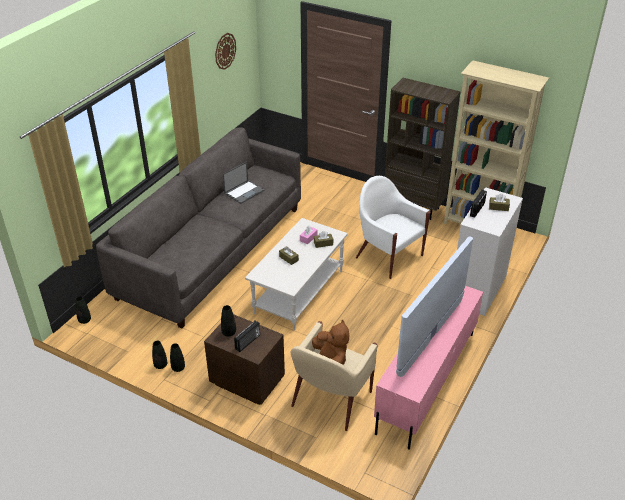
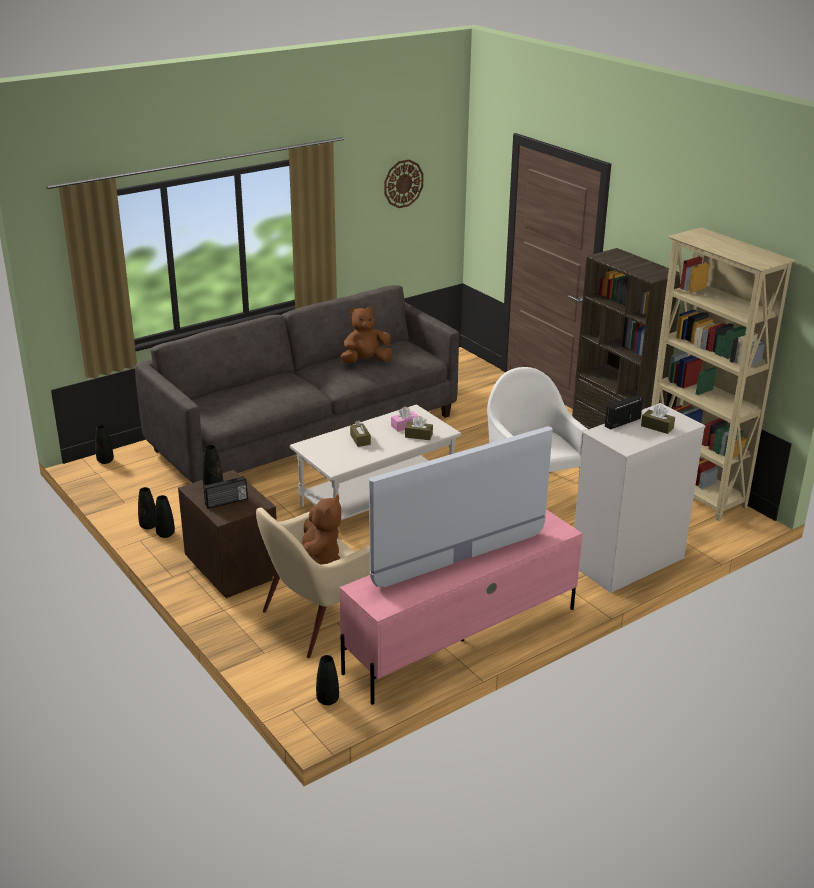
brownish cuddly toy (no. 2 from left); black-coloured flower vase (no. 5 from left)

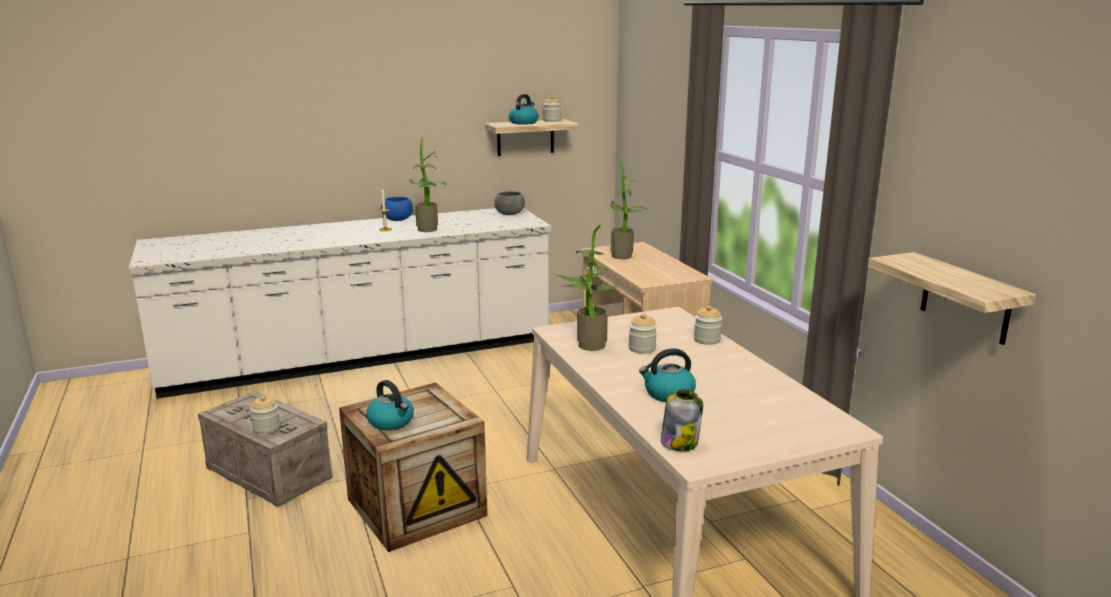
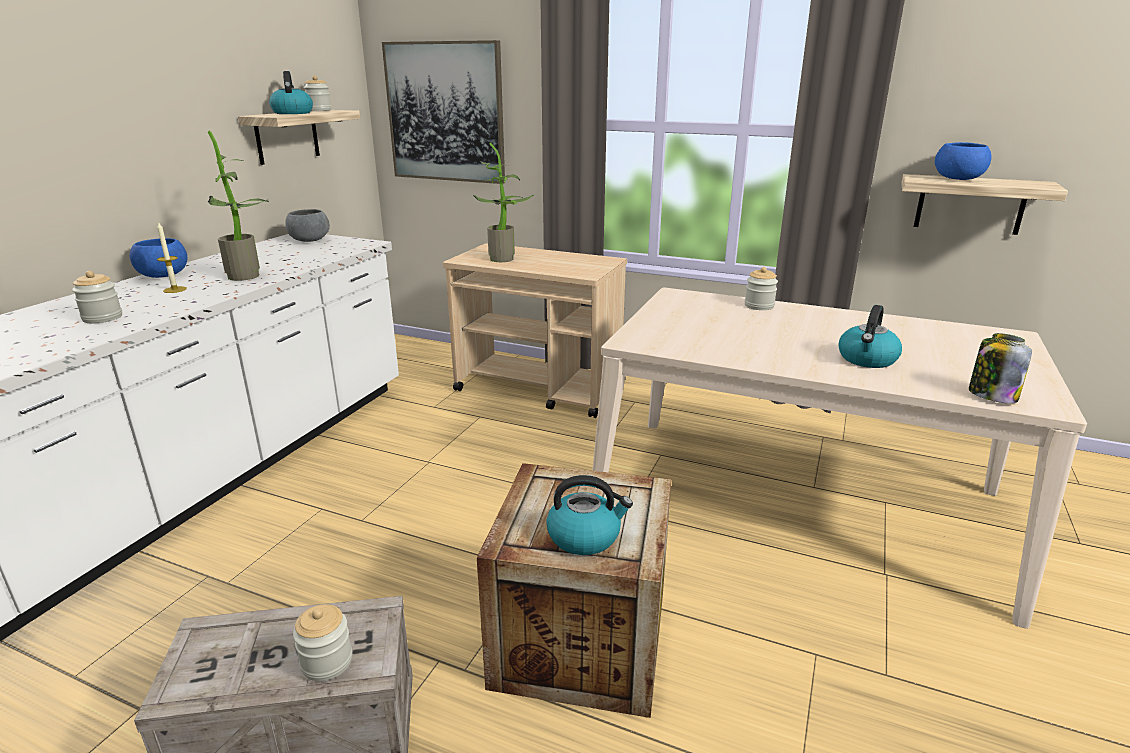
plant in a pot (no. 2 from left in the first image); storage jar (no. 1 from left); wall art; blue-coloured bowl (no. 2 from left)

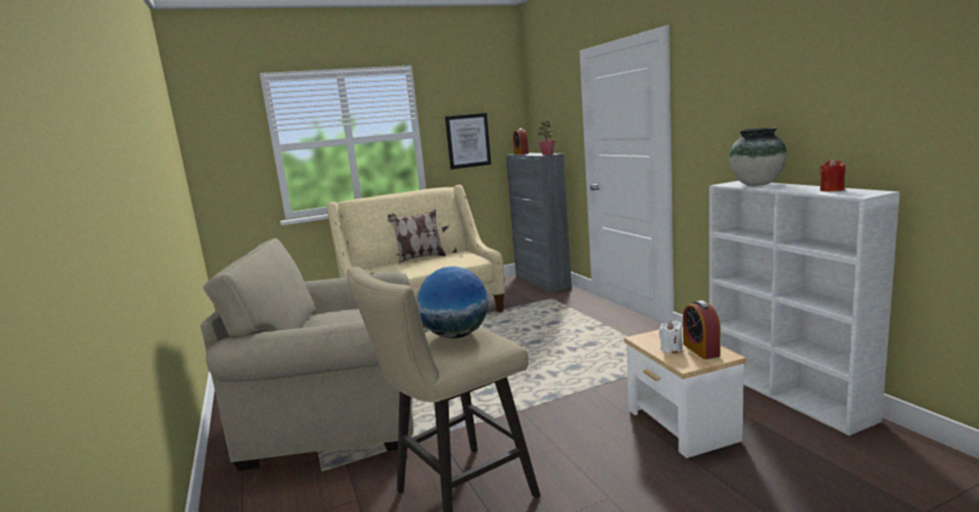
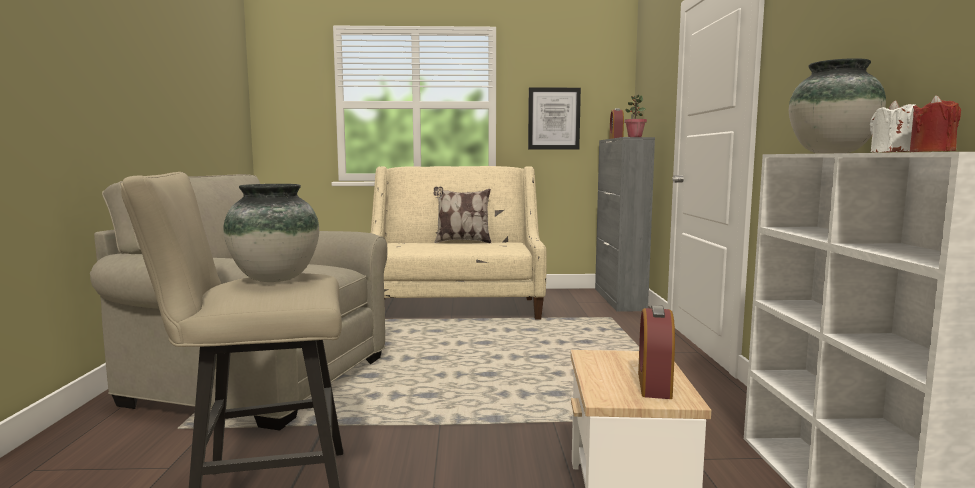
flower vase (no. 1 from left); white-coloured wax candle

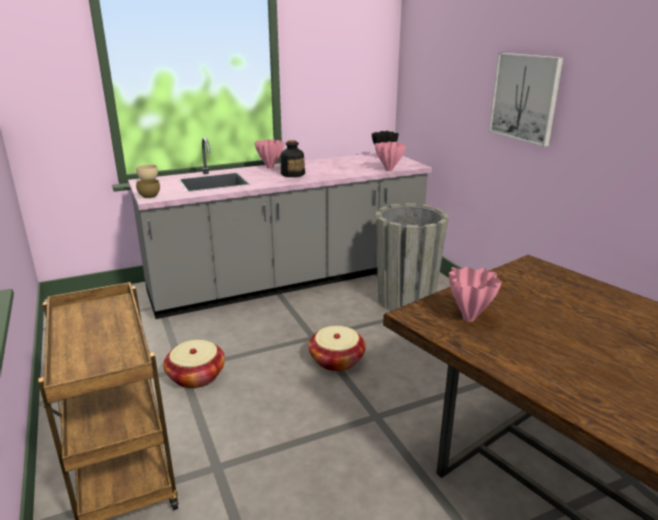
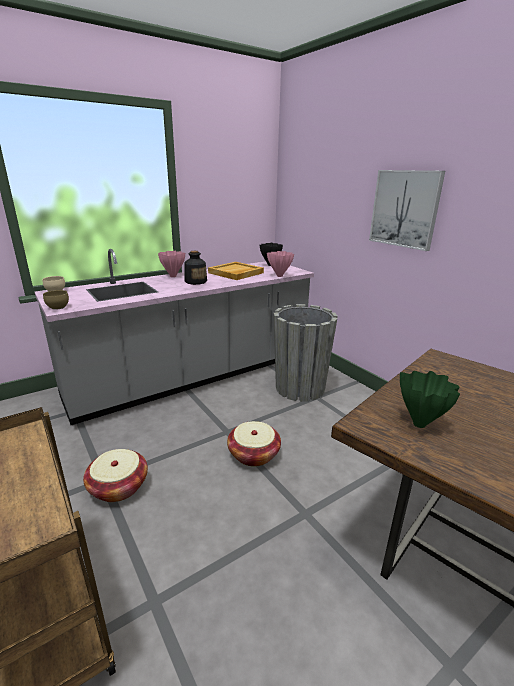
green flower vase; beige-coloured serving tray

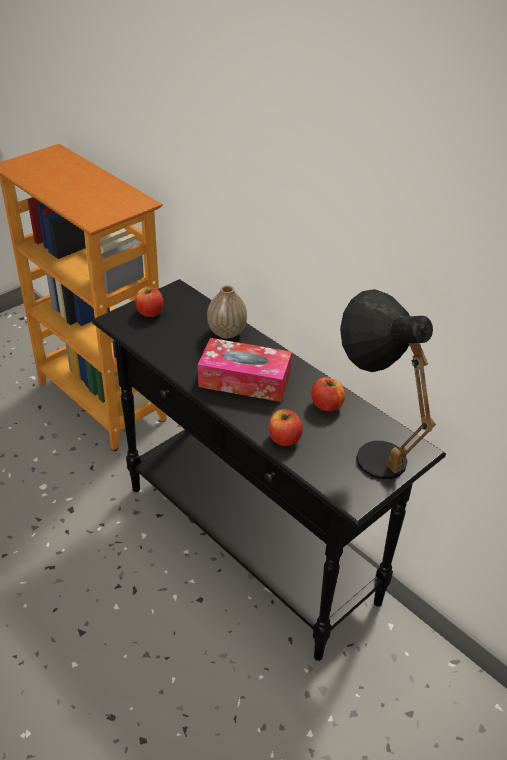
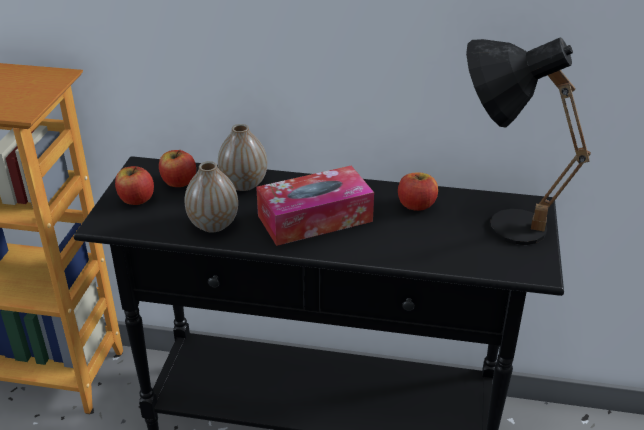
whole apple (no. 2 from left); flower vase (no. 1 from left)

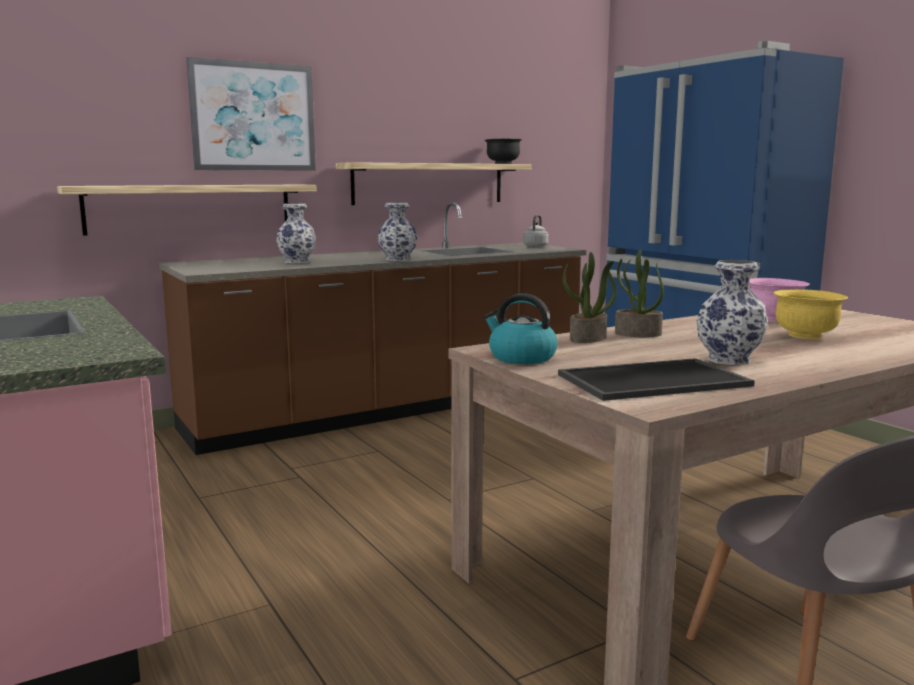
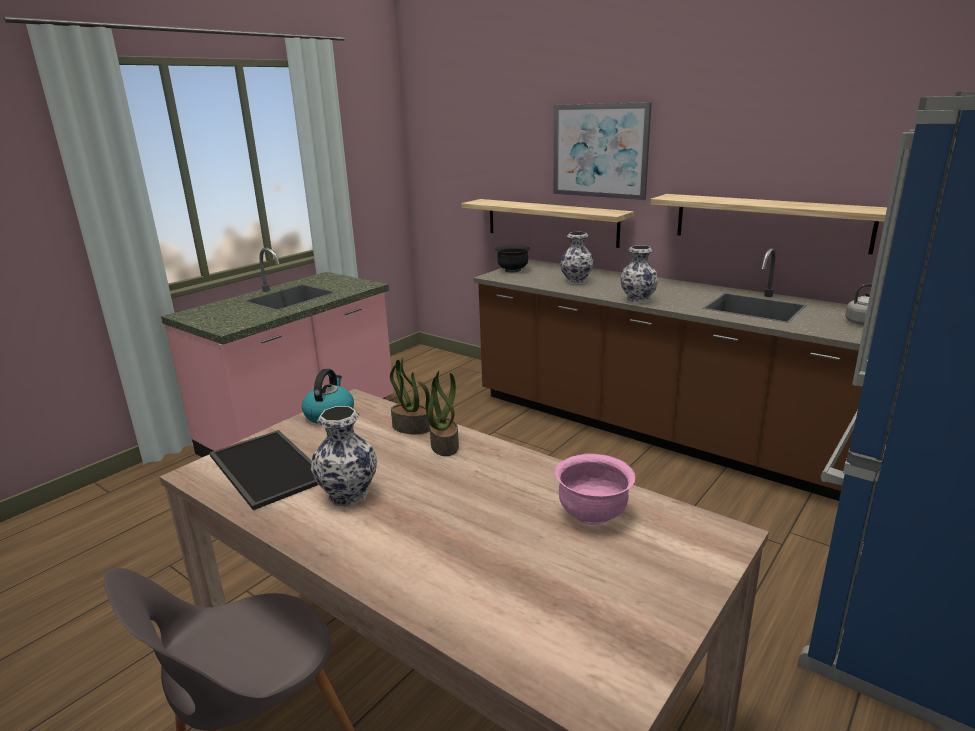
black-coloured bowl; yellowish bowl

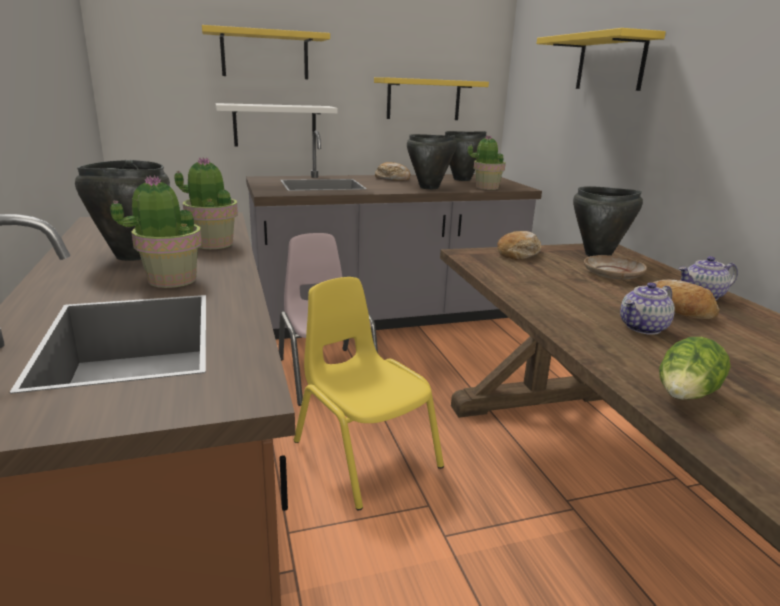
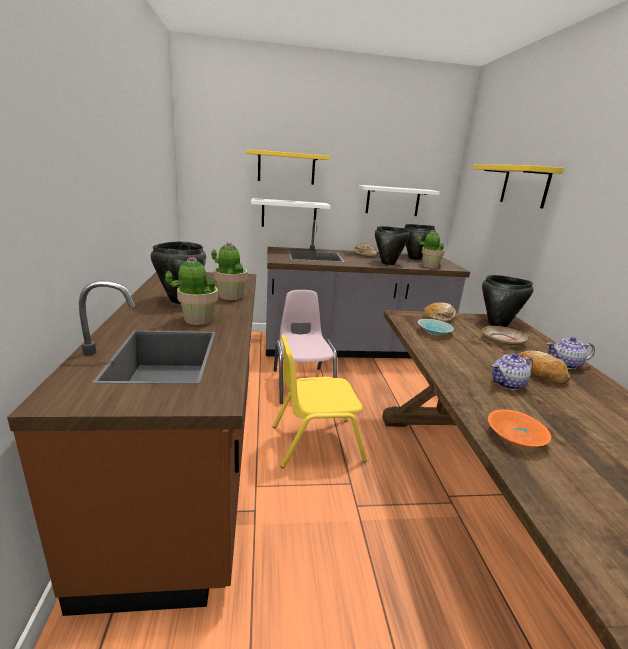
yellowish upright chair; white-coloured wall shelf (no. 2 from left); orange bowl; turquoise-coloured bowl

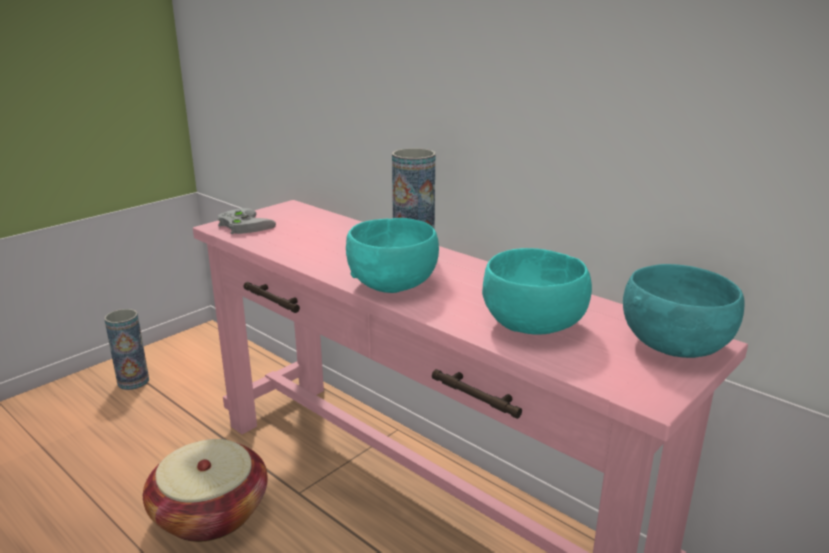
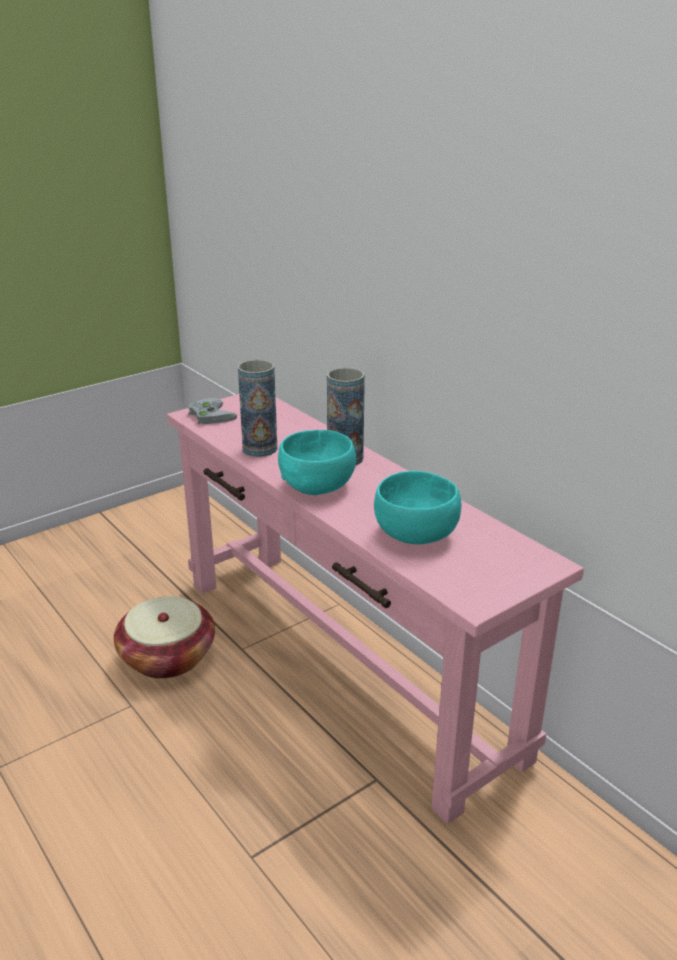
flower vase (no. 1 from left); turquoise-coloured bowl (no. 3 from left in the first image)

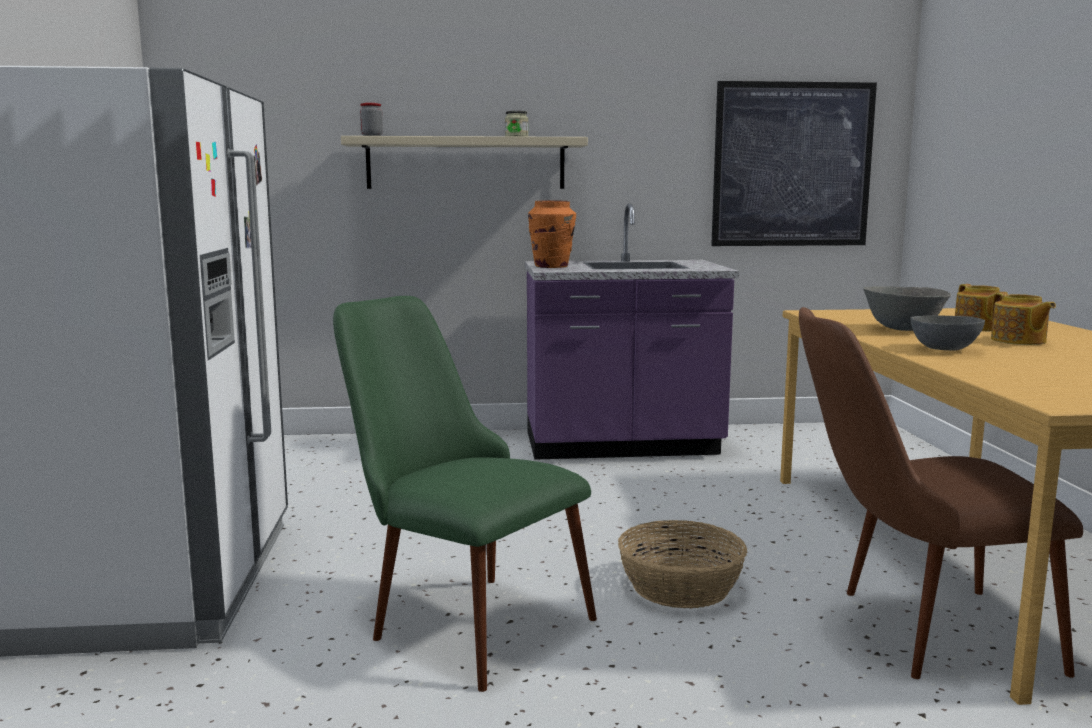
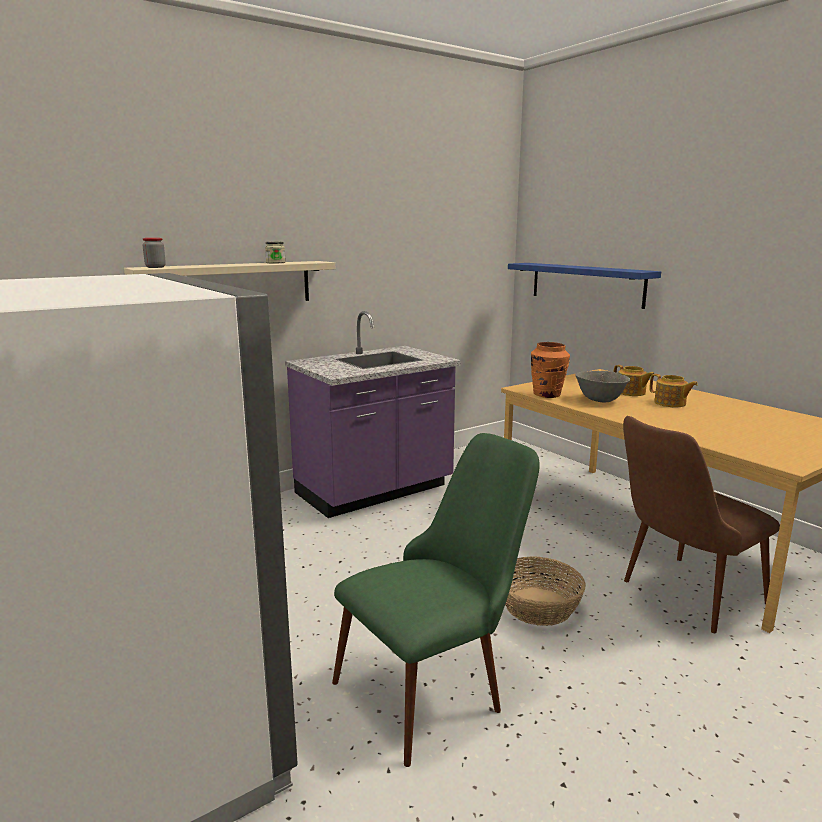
green upright chair; orange flower vase; wall art; gray bowl (no. 2 from left in the first image); blue-coloured wall shelf

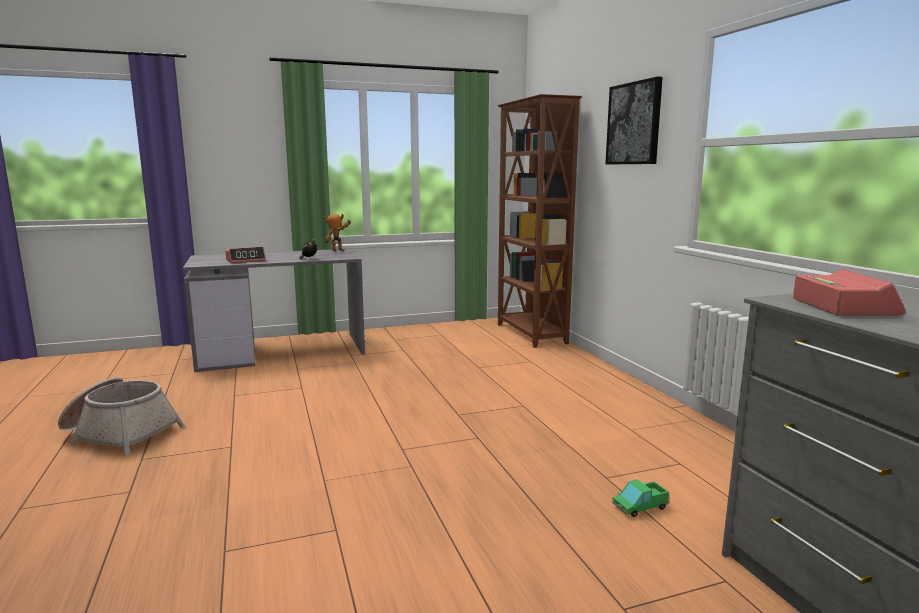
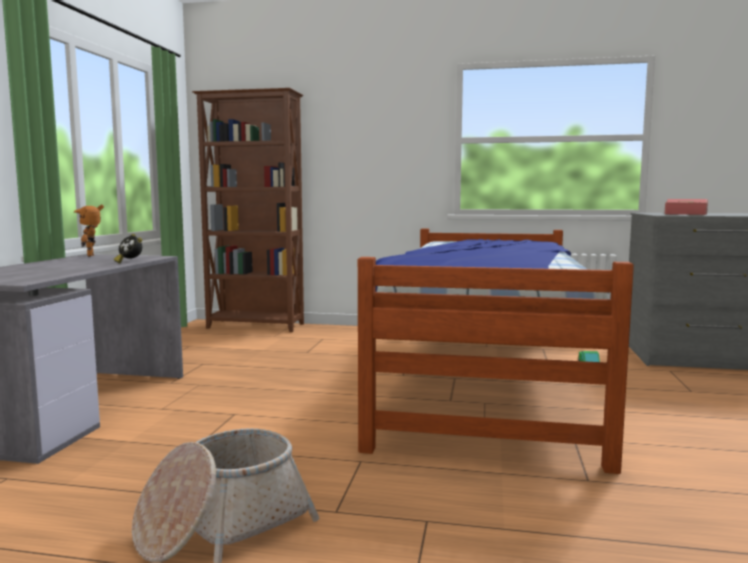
alarm clock (no. 1 from left in the first image); wall art; bedroom bed

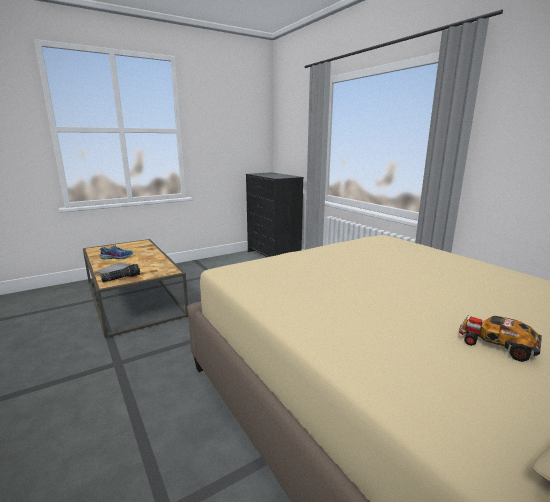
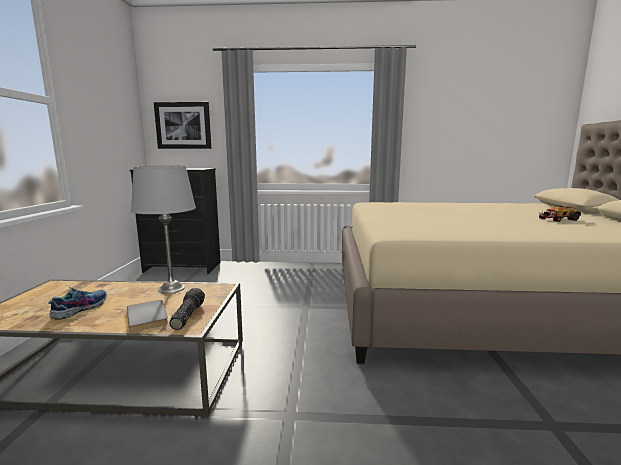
gray lamp for a table; wall art

